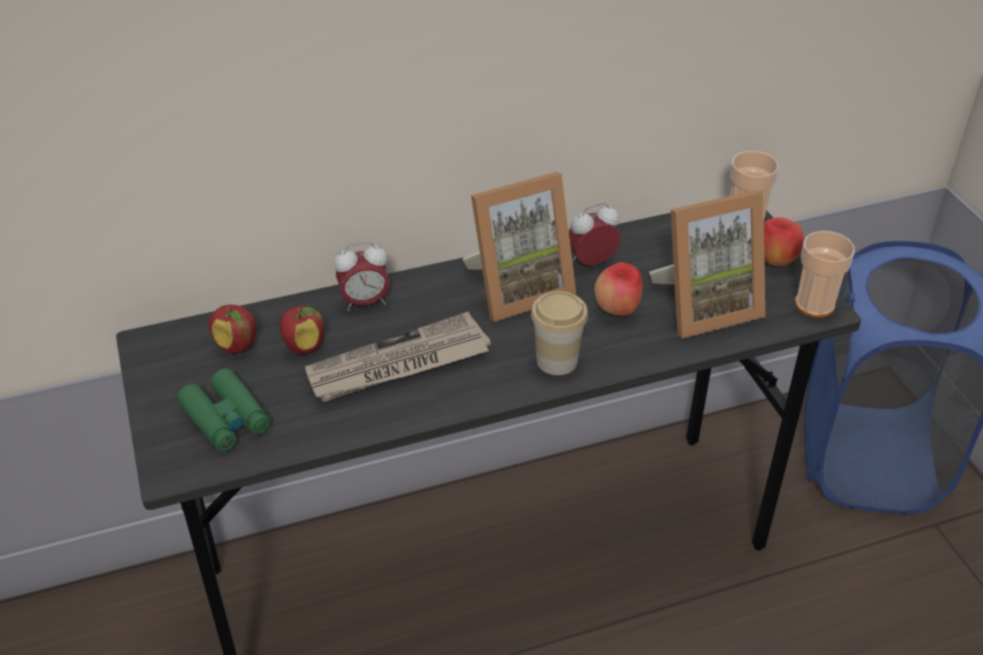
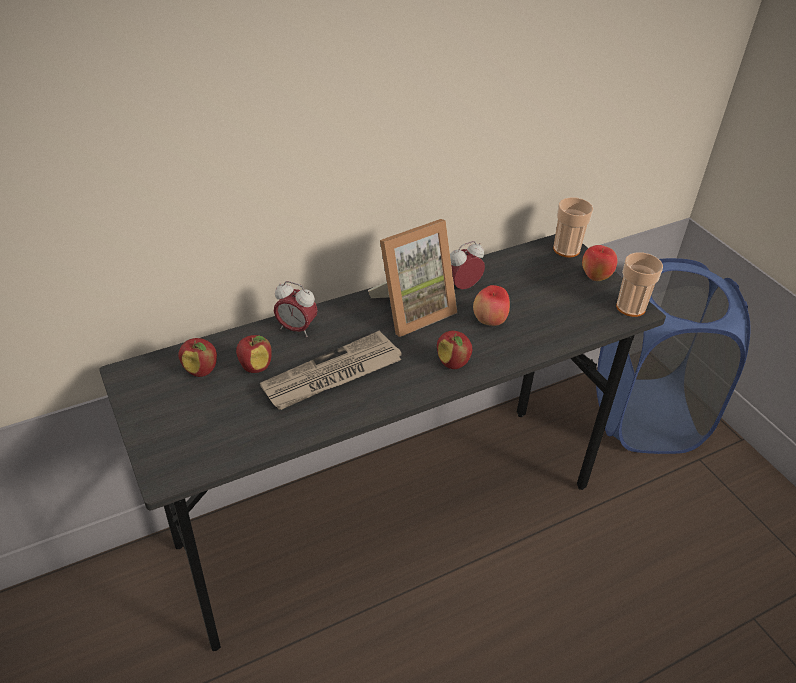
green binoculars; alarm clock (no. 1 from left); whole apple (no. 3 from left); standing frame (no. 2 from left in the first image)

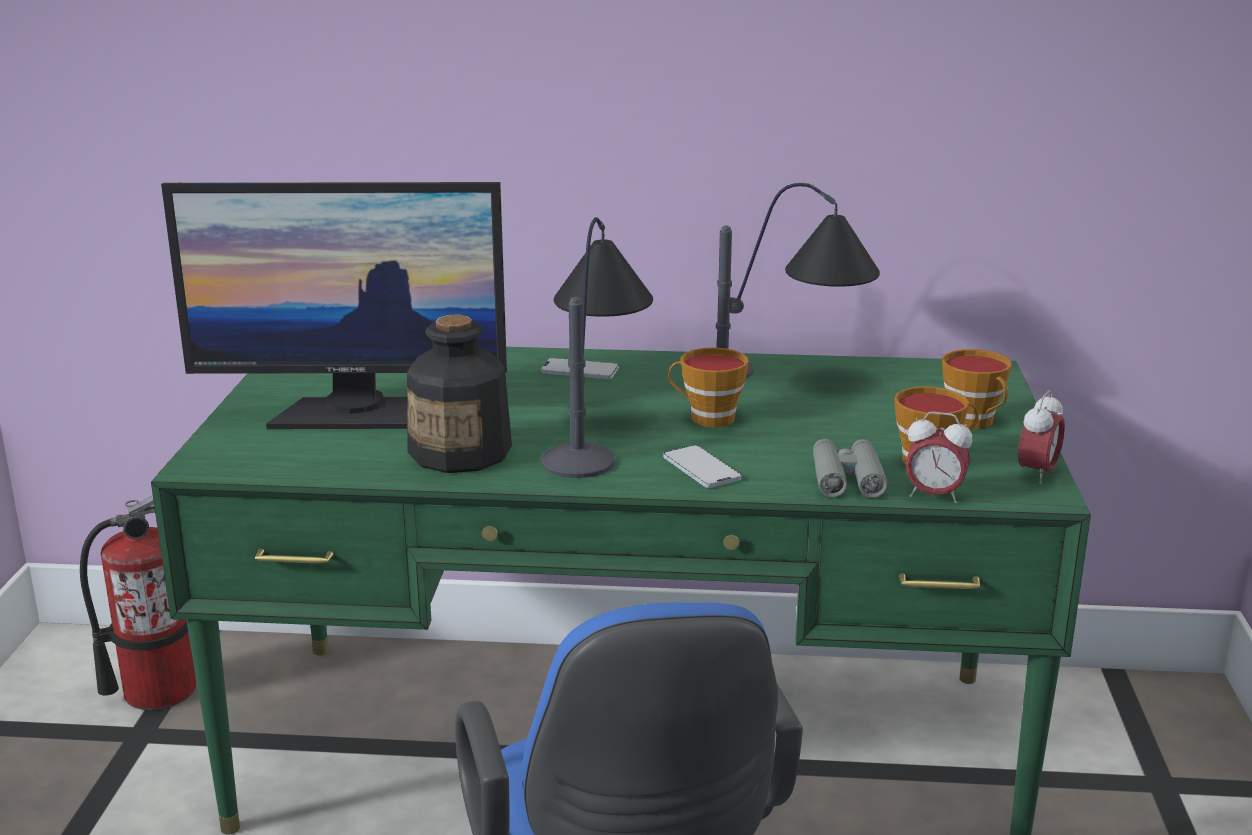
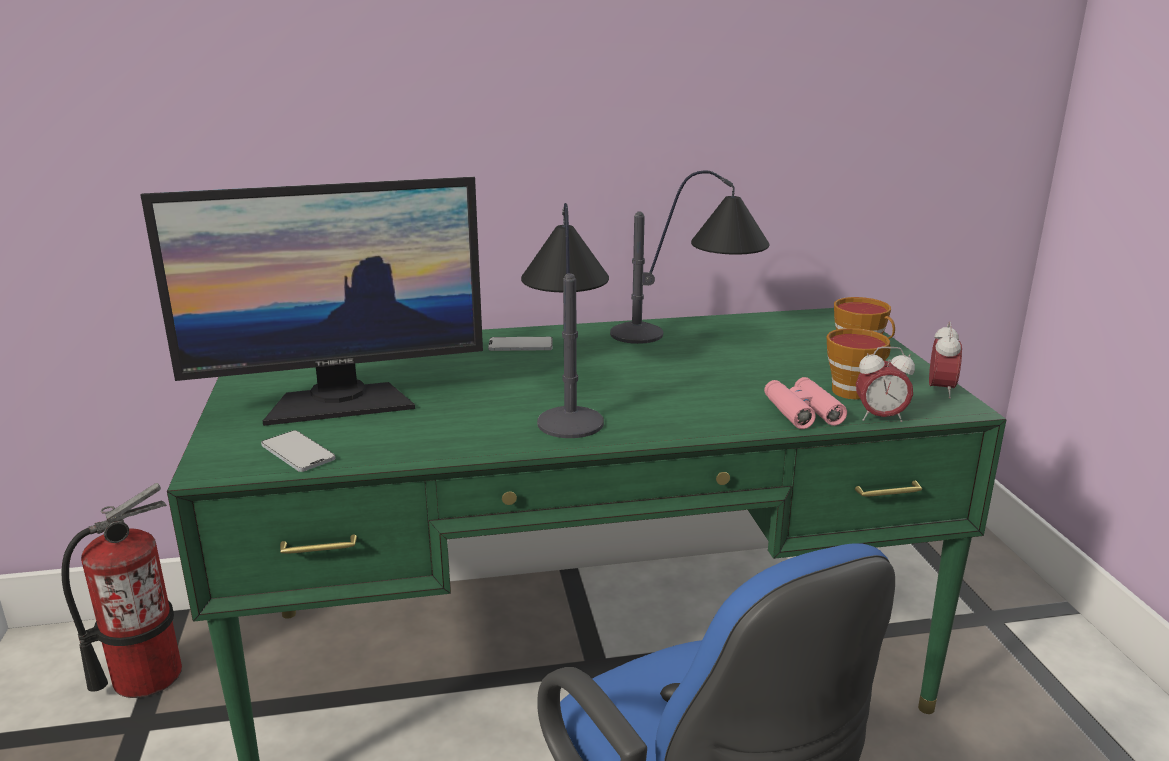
bottle; handset (no. 1 from left); drinking cup (no. 1 from left in the first image); pink-coloured binoculars

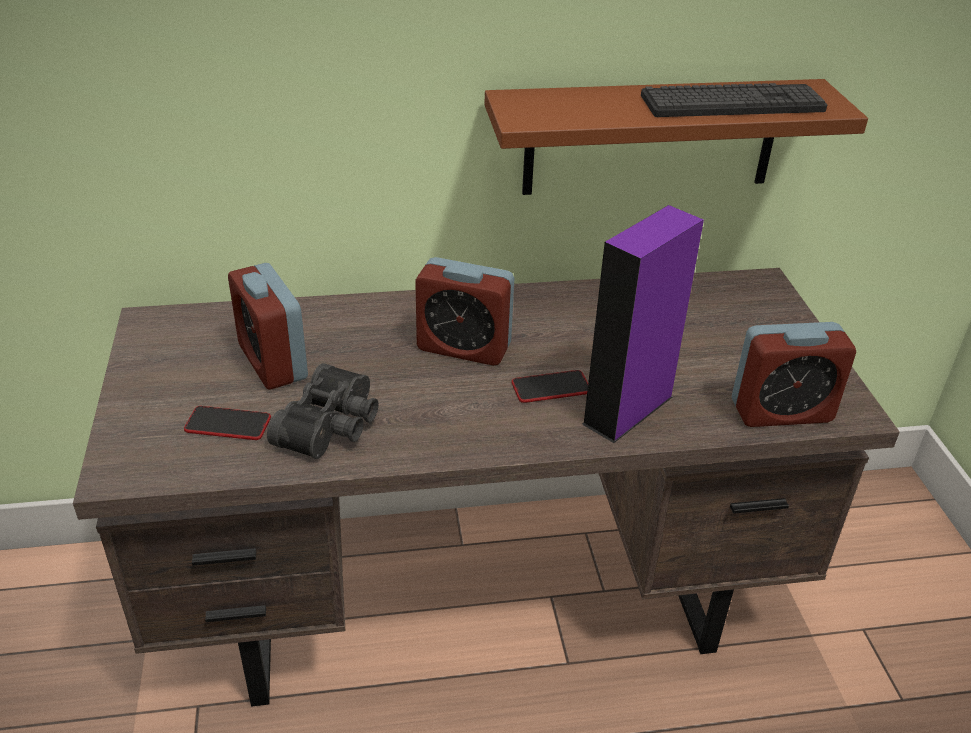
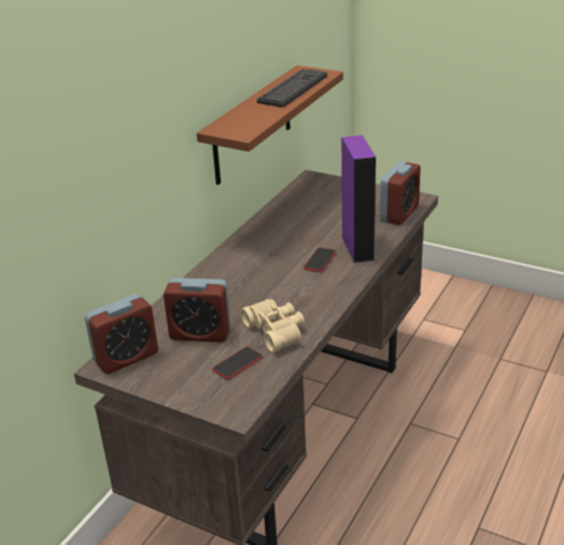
beige-coloured binoculars; alarm clock (no. 1 from left)

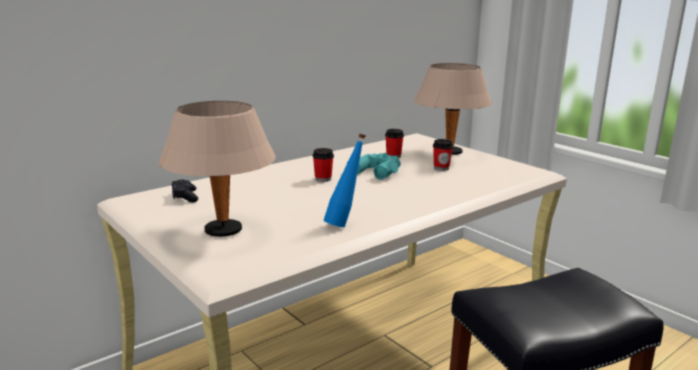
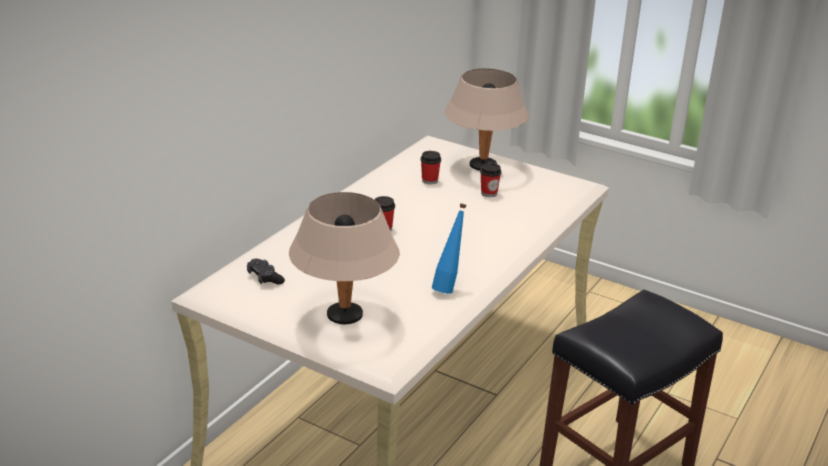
turquoise-coloured binoculars

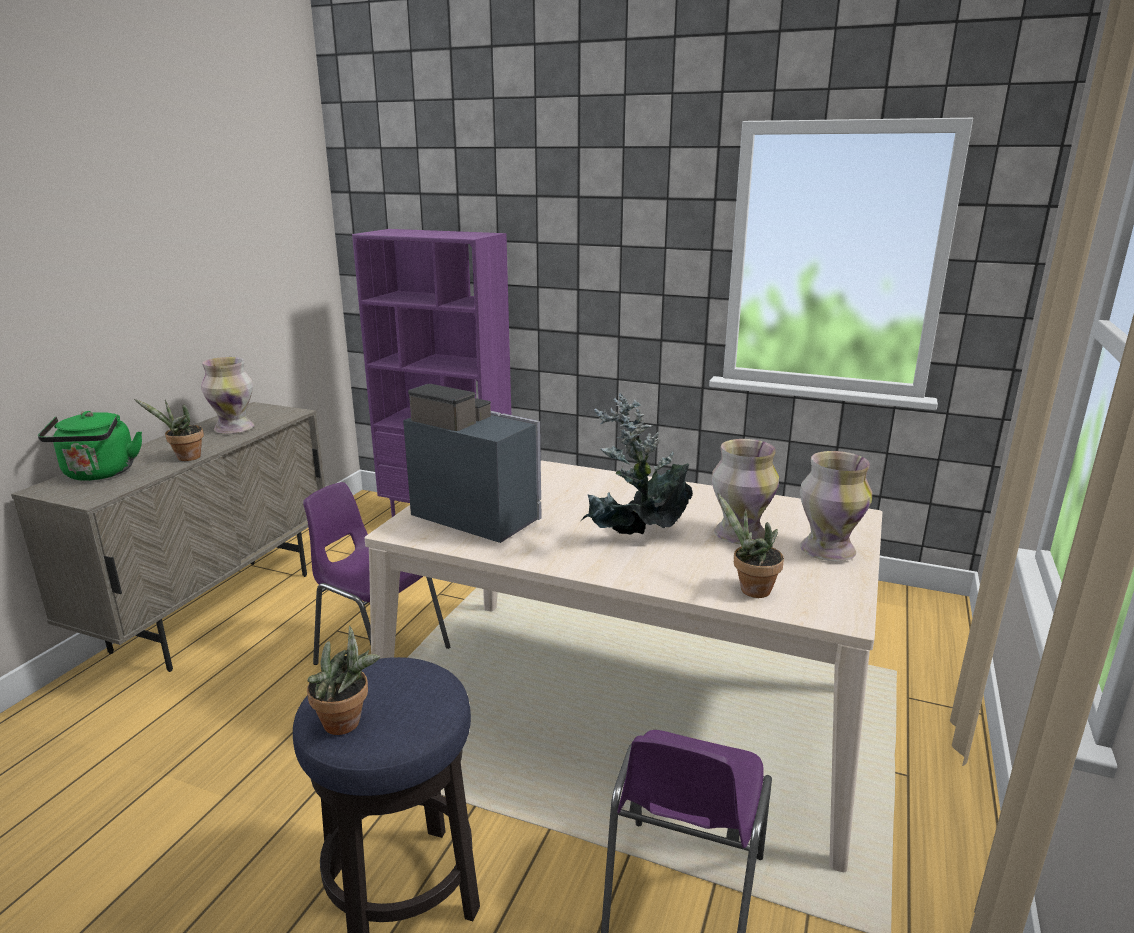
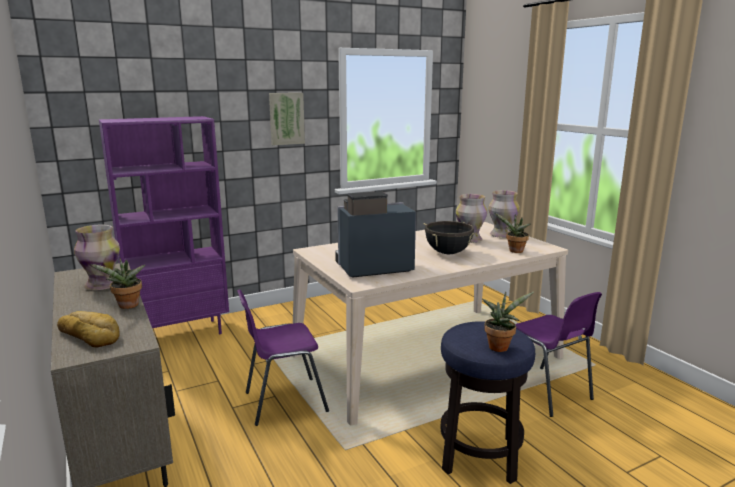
bread; black-coloured stockpot; wall art

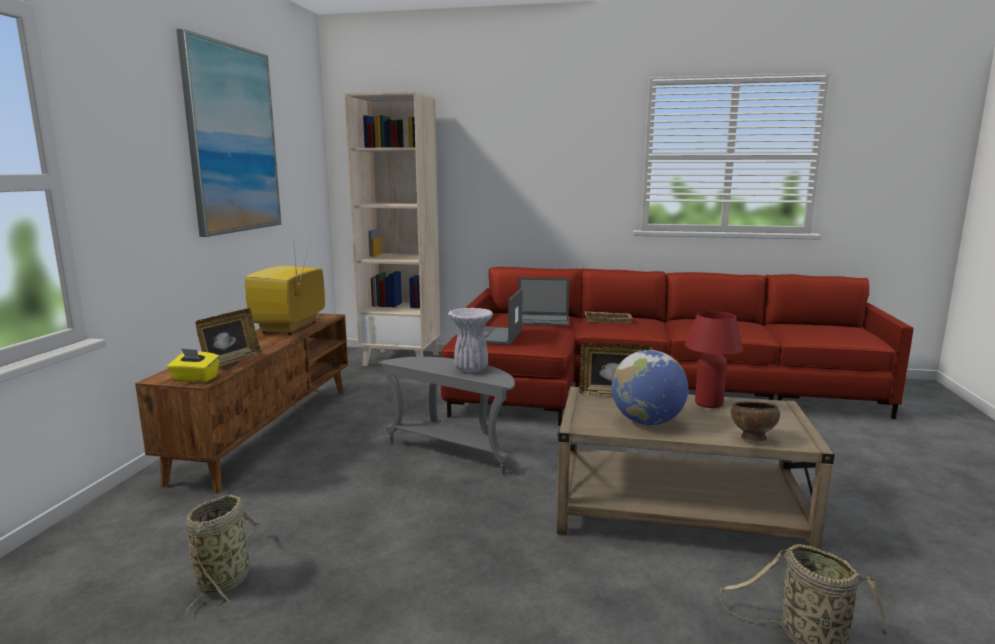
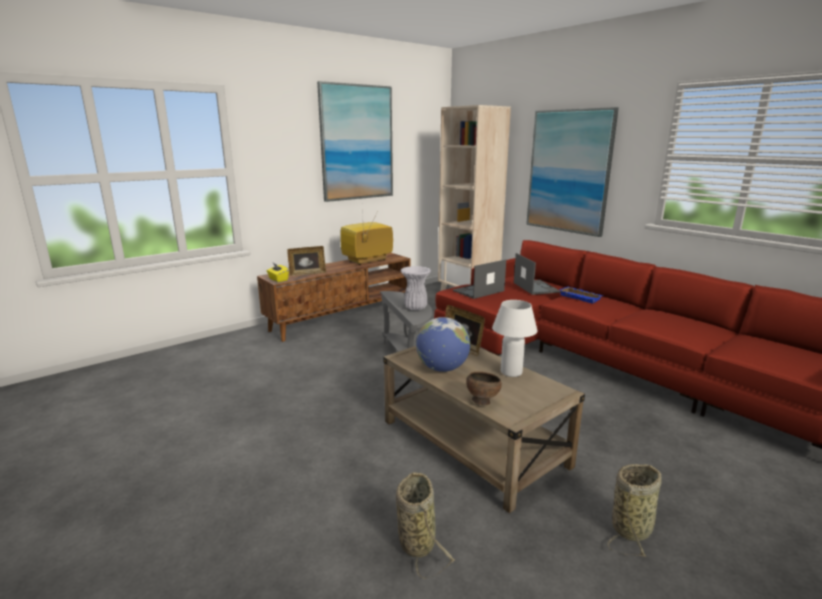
household basket (no. 2 from left); laptop (no. 2 from left); blue-coloured serving tray; white-coloured lamp for a table; wall art (no. 2 from left)

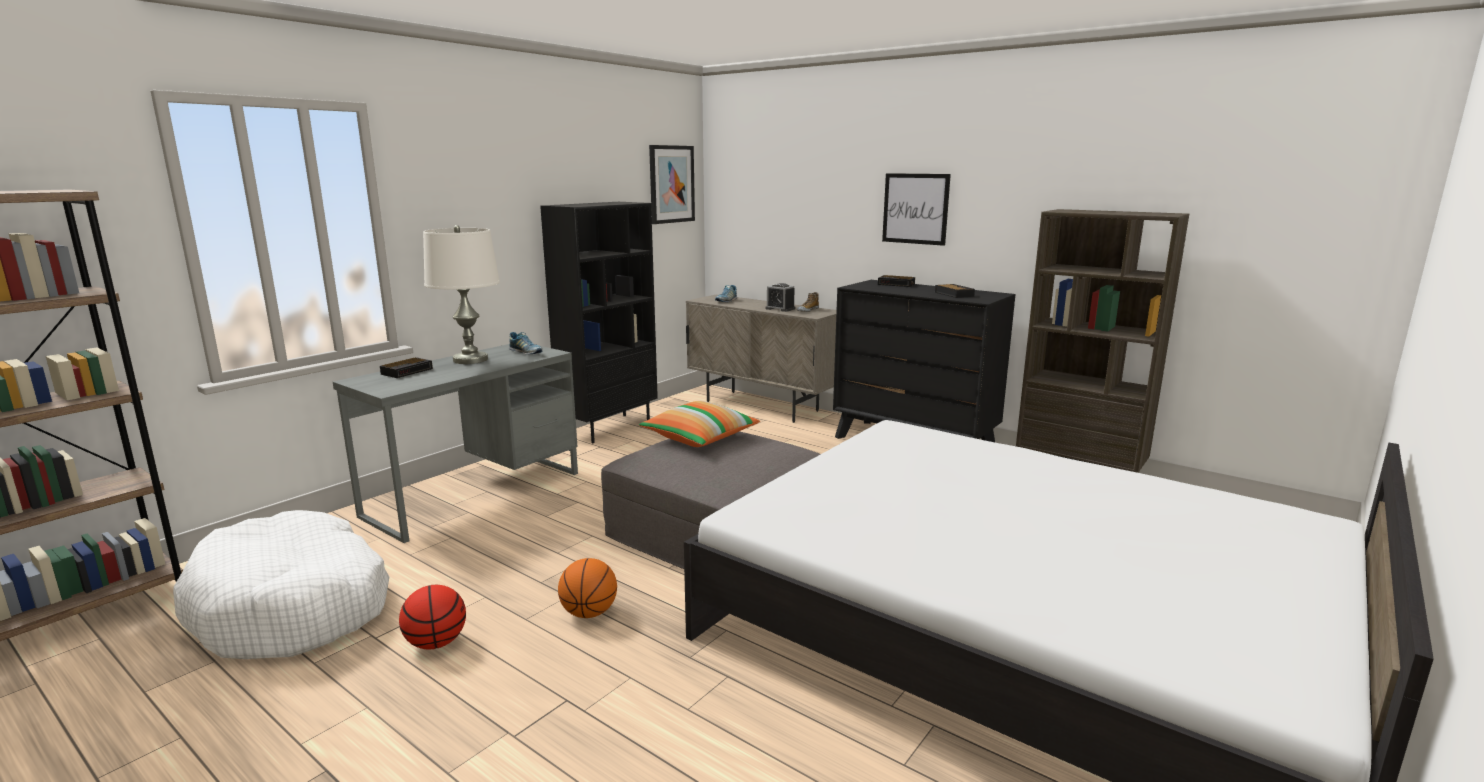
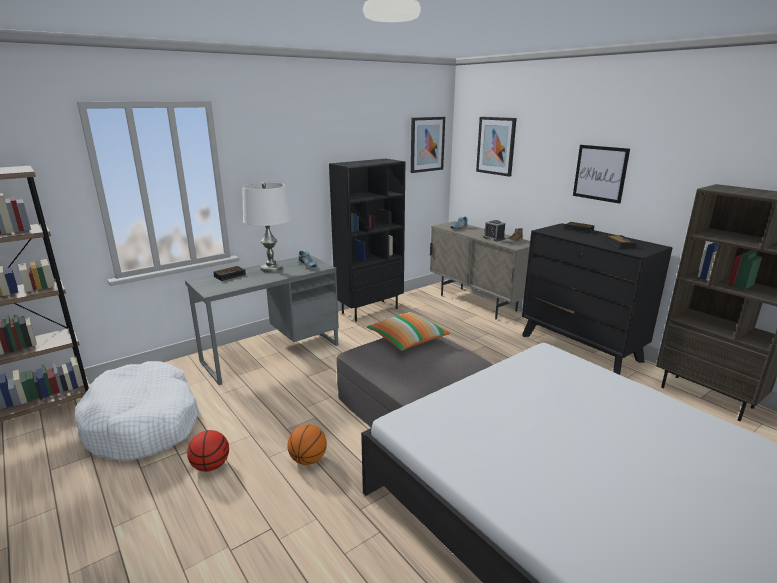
wall art (no. 2 from left)

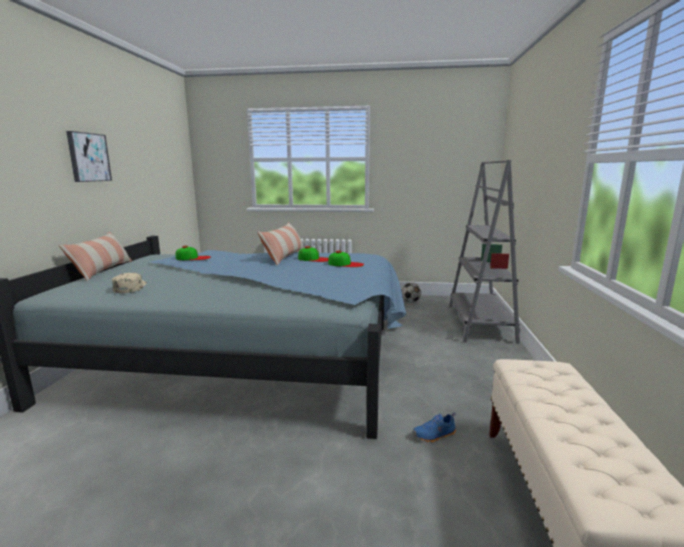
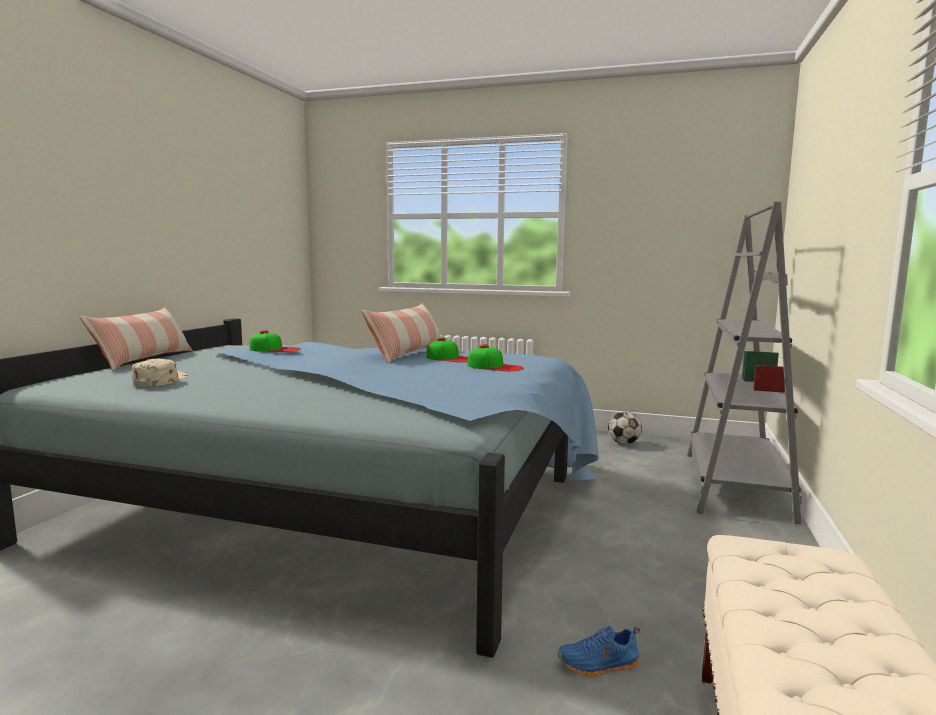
wall art

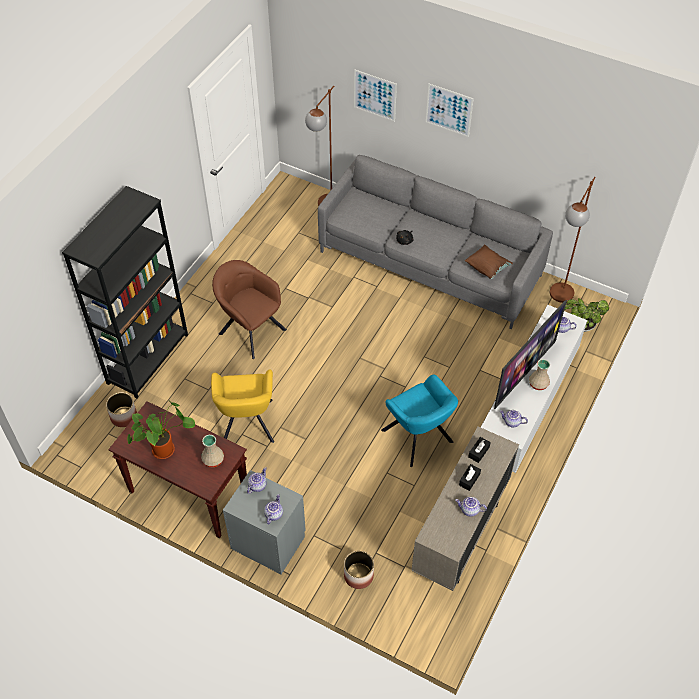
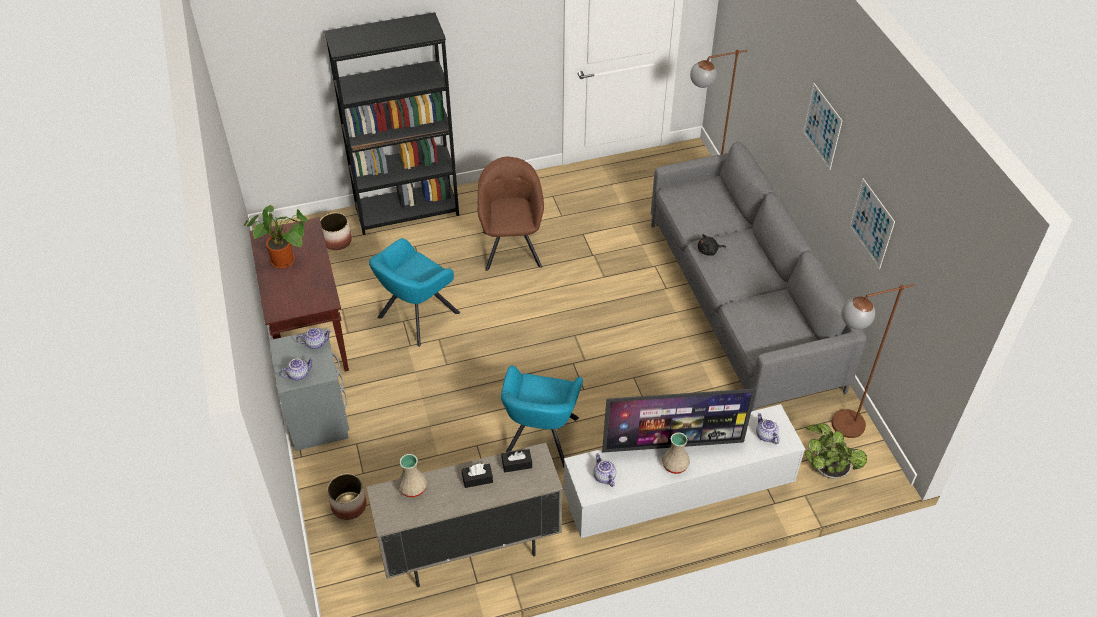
beige-coloured flower vase (no. 1 from left); turquoise-coloured armchair (no. 1 from left); wall art (no. 2 from left); tea pot (no. 3 from left in the first image); brownish cushion

